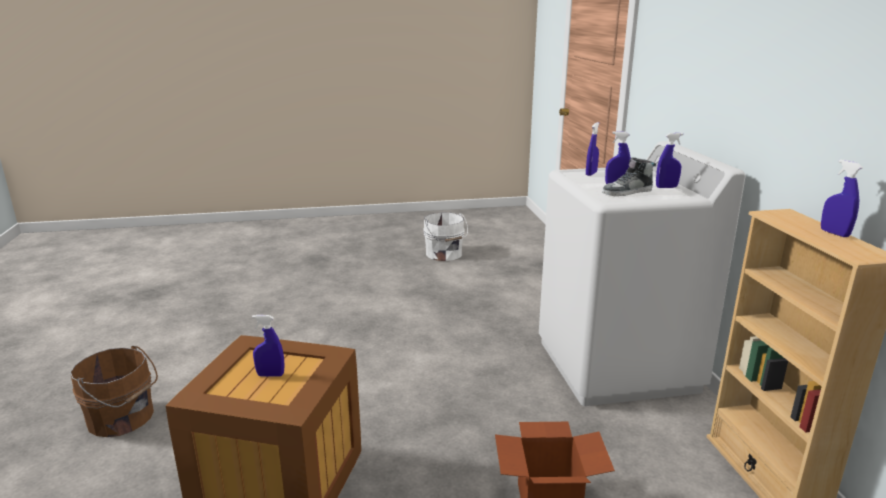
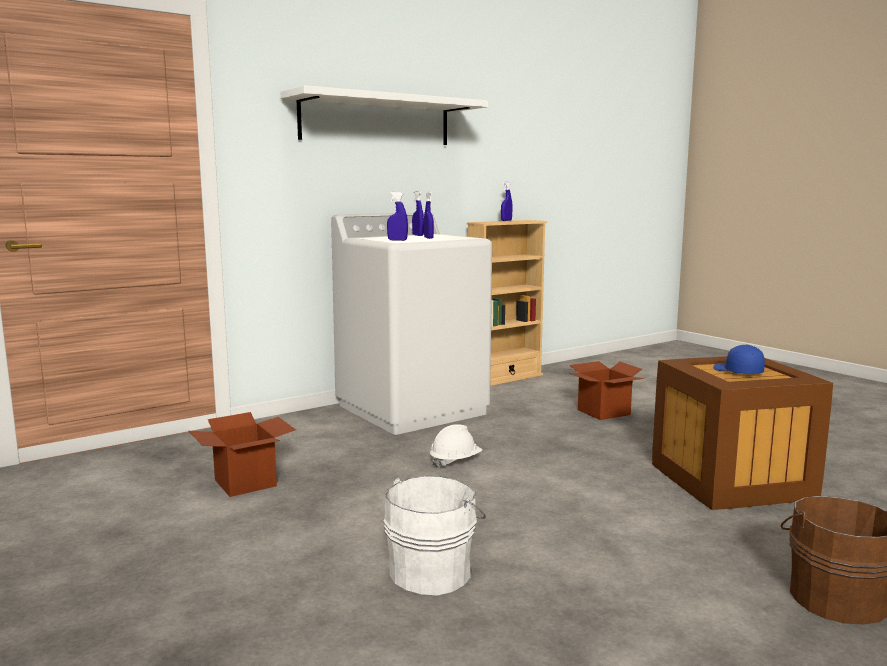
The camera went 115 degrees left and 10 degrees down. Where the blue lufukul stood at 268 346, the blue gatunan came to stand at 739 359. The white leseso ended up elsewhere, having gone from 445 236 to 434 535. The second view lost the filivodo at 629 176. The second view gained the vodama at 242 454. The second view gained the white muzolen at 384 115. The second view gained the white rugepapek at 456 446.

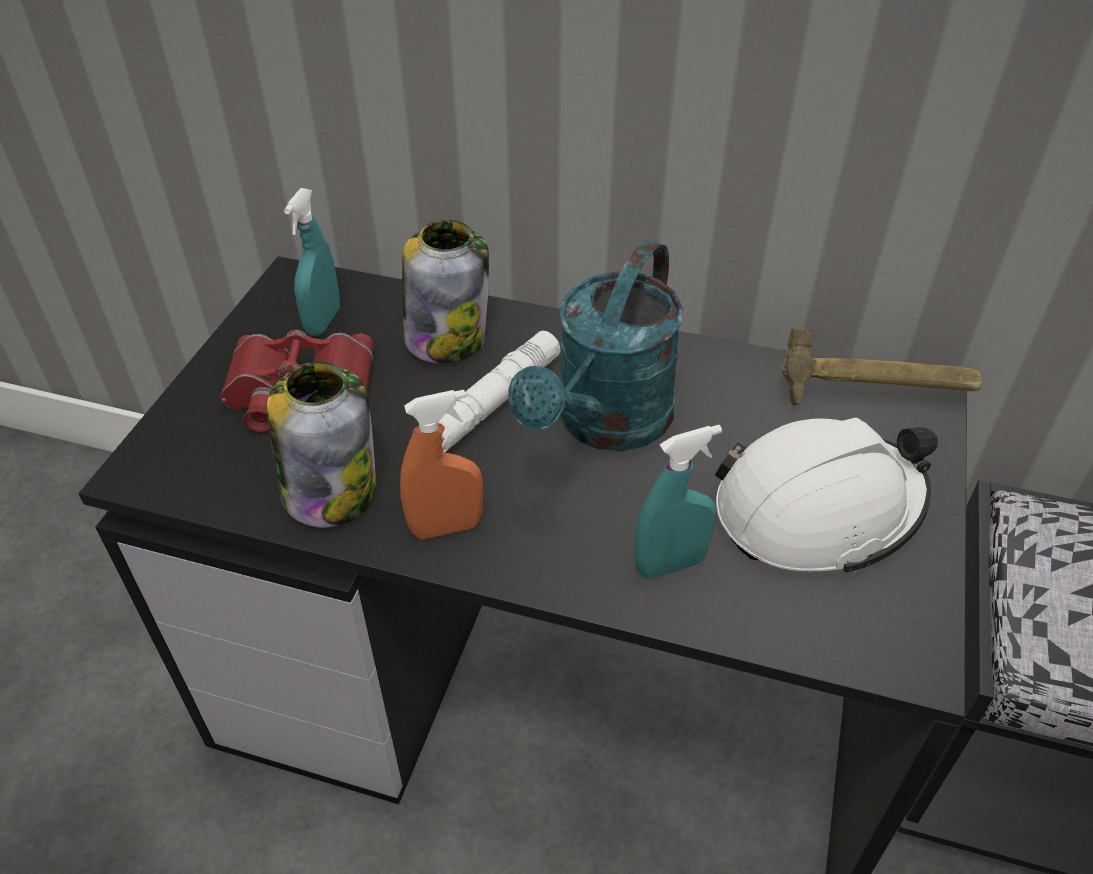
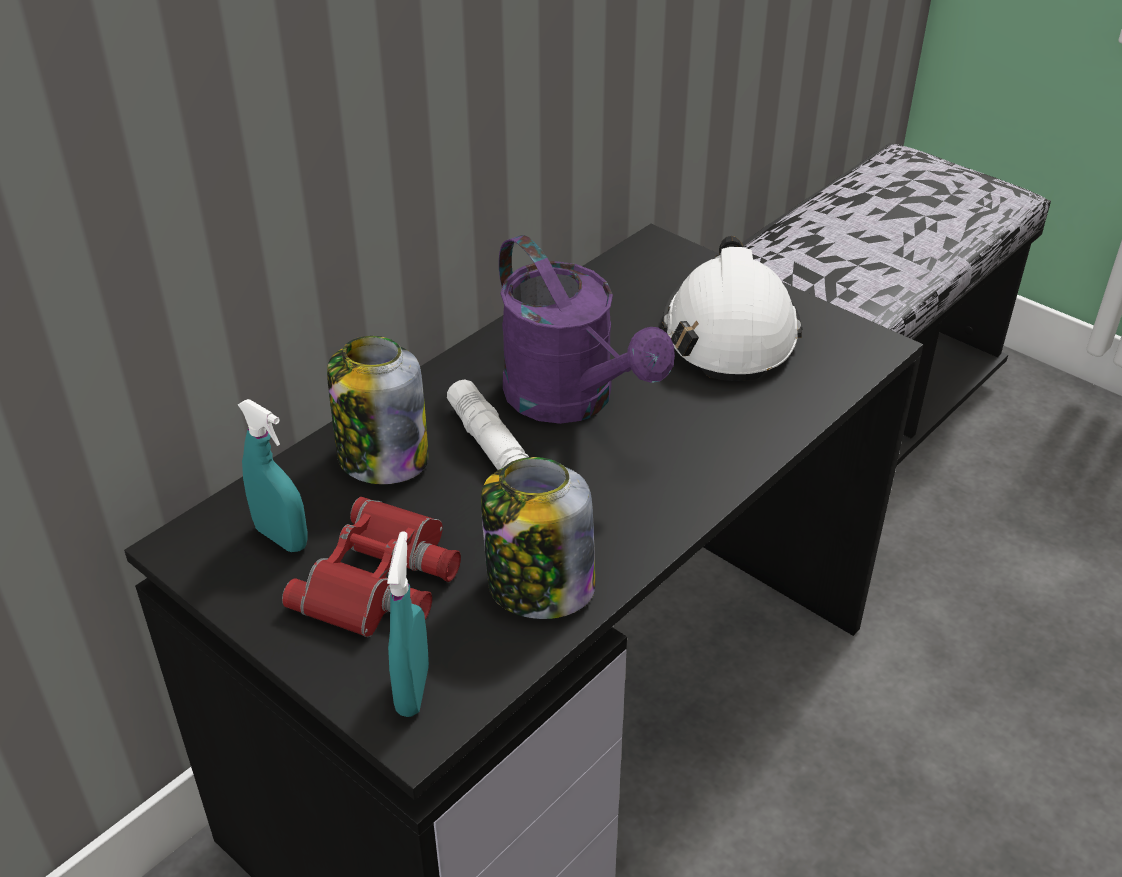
The camera went 65 degrees left and 5 degrees down. The second view lost the orange lufukul at 441 464. What was the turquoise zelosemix at 595 345 turned into the purple zelosemix at 587 329. The turquoise lufukul ended up elsewhere, having gone from 678 501 to 408 624. The second view lost the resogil at 881 366.

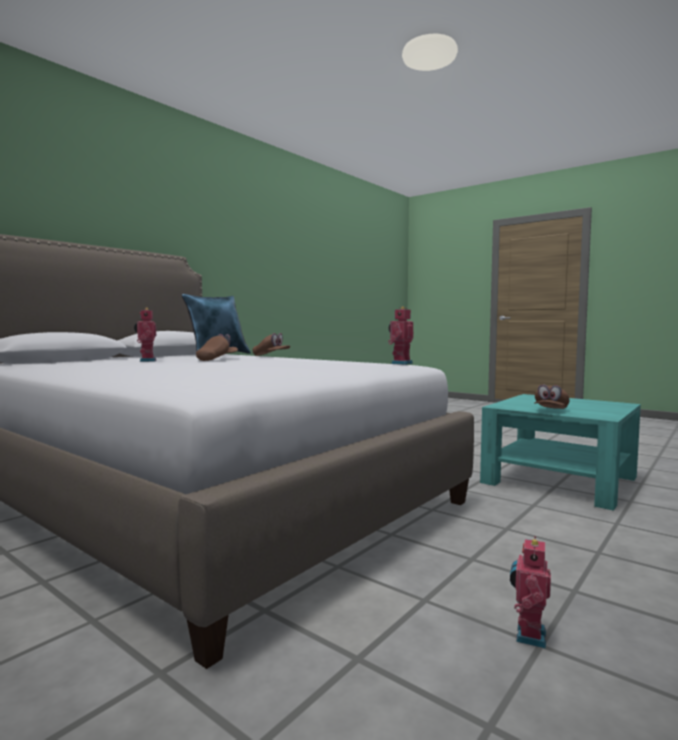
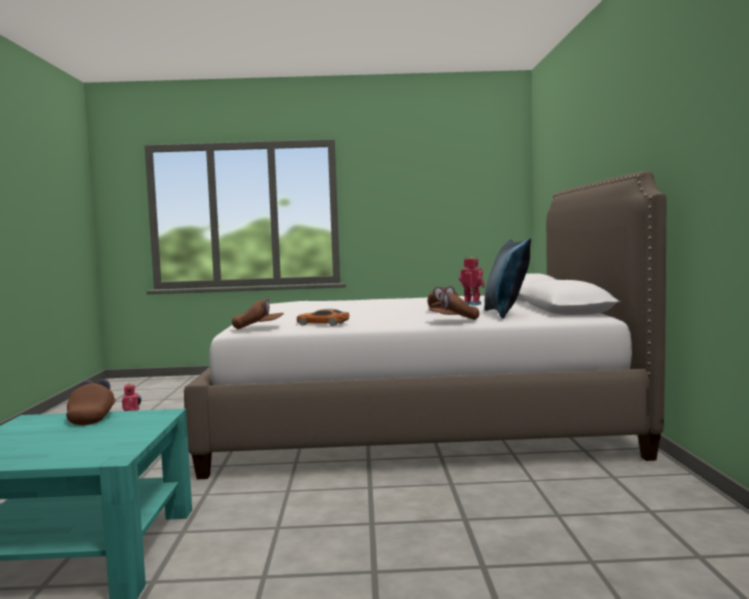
The camera went 140 degrees right and 0 degrees up. Where the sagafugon stood at 400 335, the brown gatunan came to stand at 258 313. The second view gained the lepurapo at 323 317.

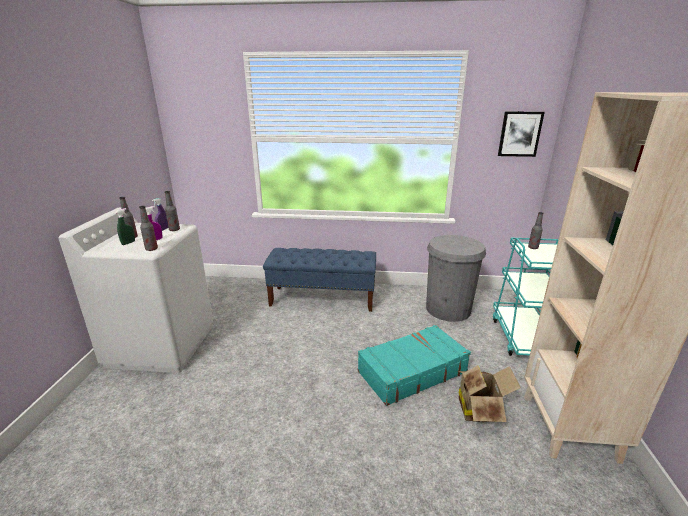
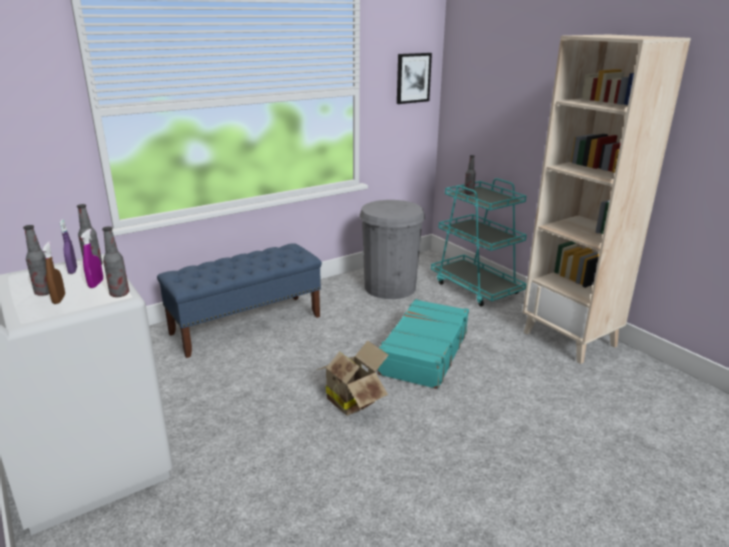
The camera went 40 degrees left and 0 degrees up. What was the green lufukul at 125 226 turned into the brown lufukul at 54 272. The vodama ended up elsewhere, having gone from 489 393 to 353 378.

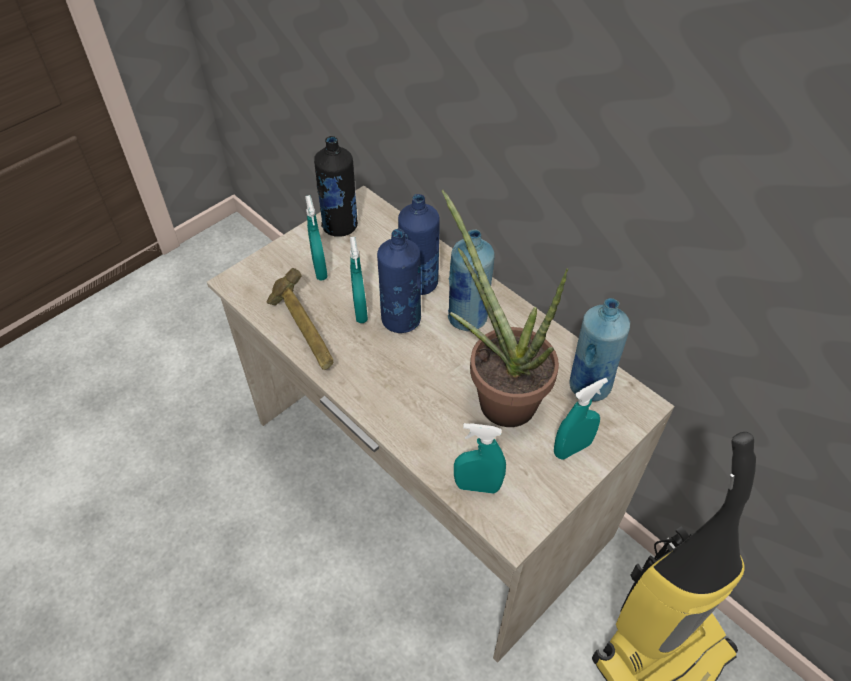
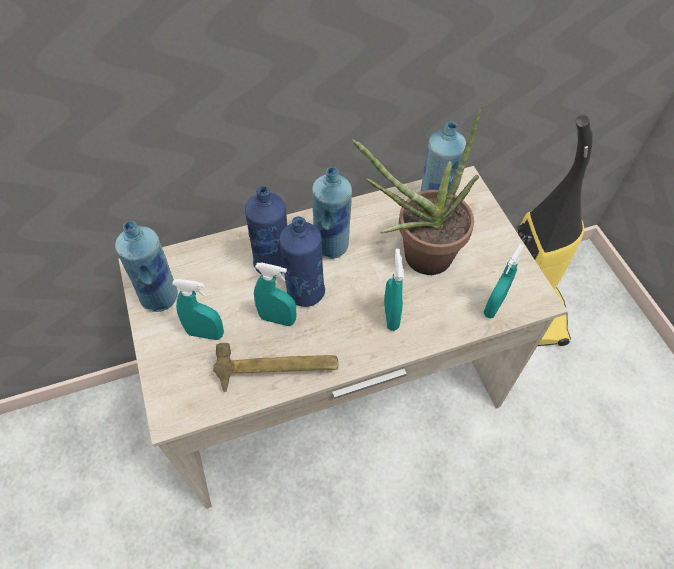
The camera went 65 degrees left and 5 degrees up. What was the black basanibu at 336 186 turned into the blue basanibu at 146 266. The turquoise lufukul ended up elsewhere, having gone from 581 419 to 394 290.

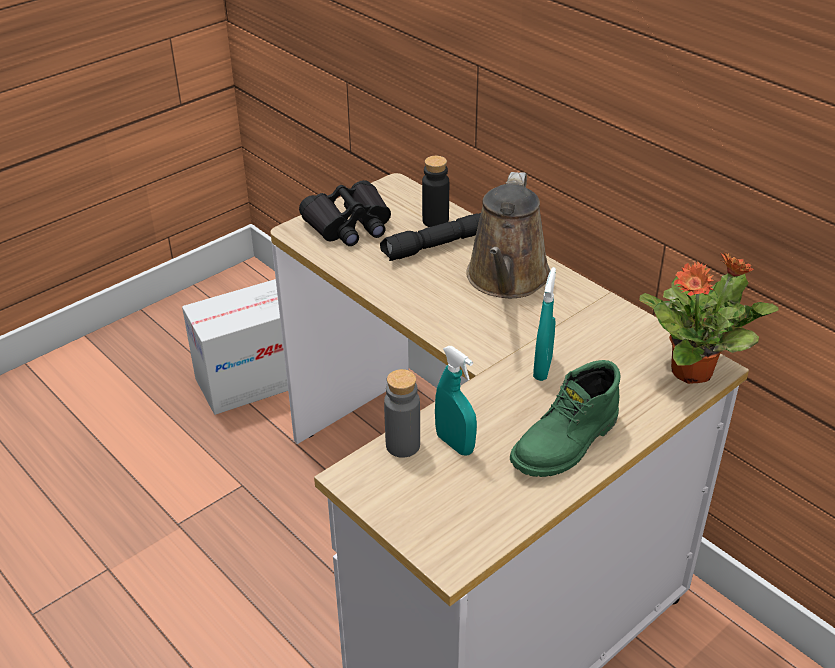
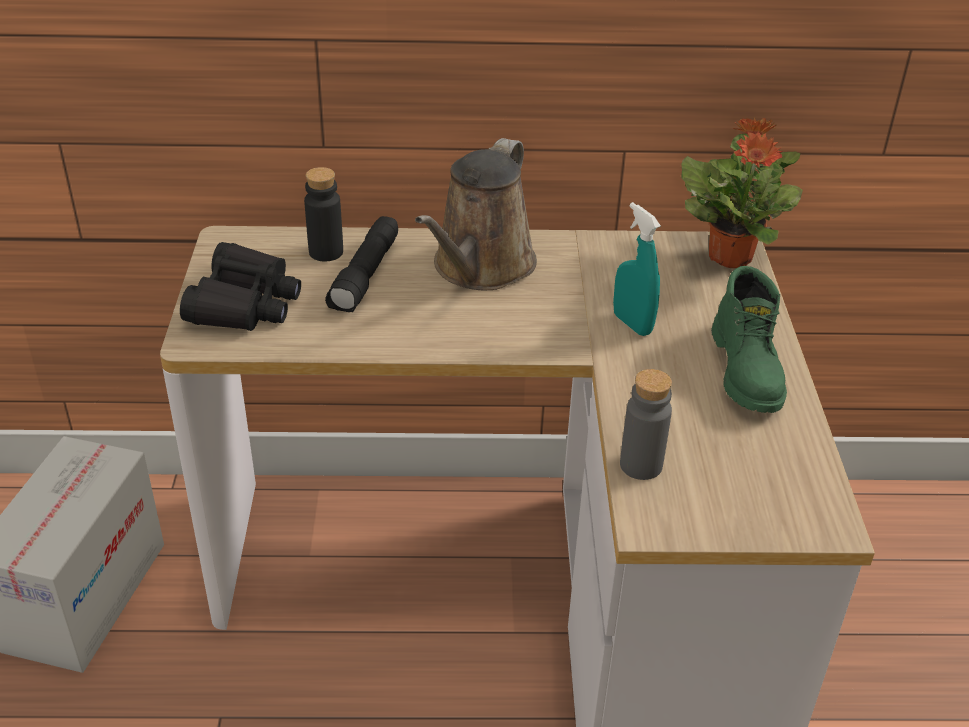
The camera went 50 degrees left and 0 degrees up. The second view lost the turquoise lufukul at 456 400. The brown zelosemix at 508 235 ended up facing another way, 60 degrees clockwise from before.

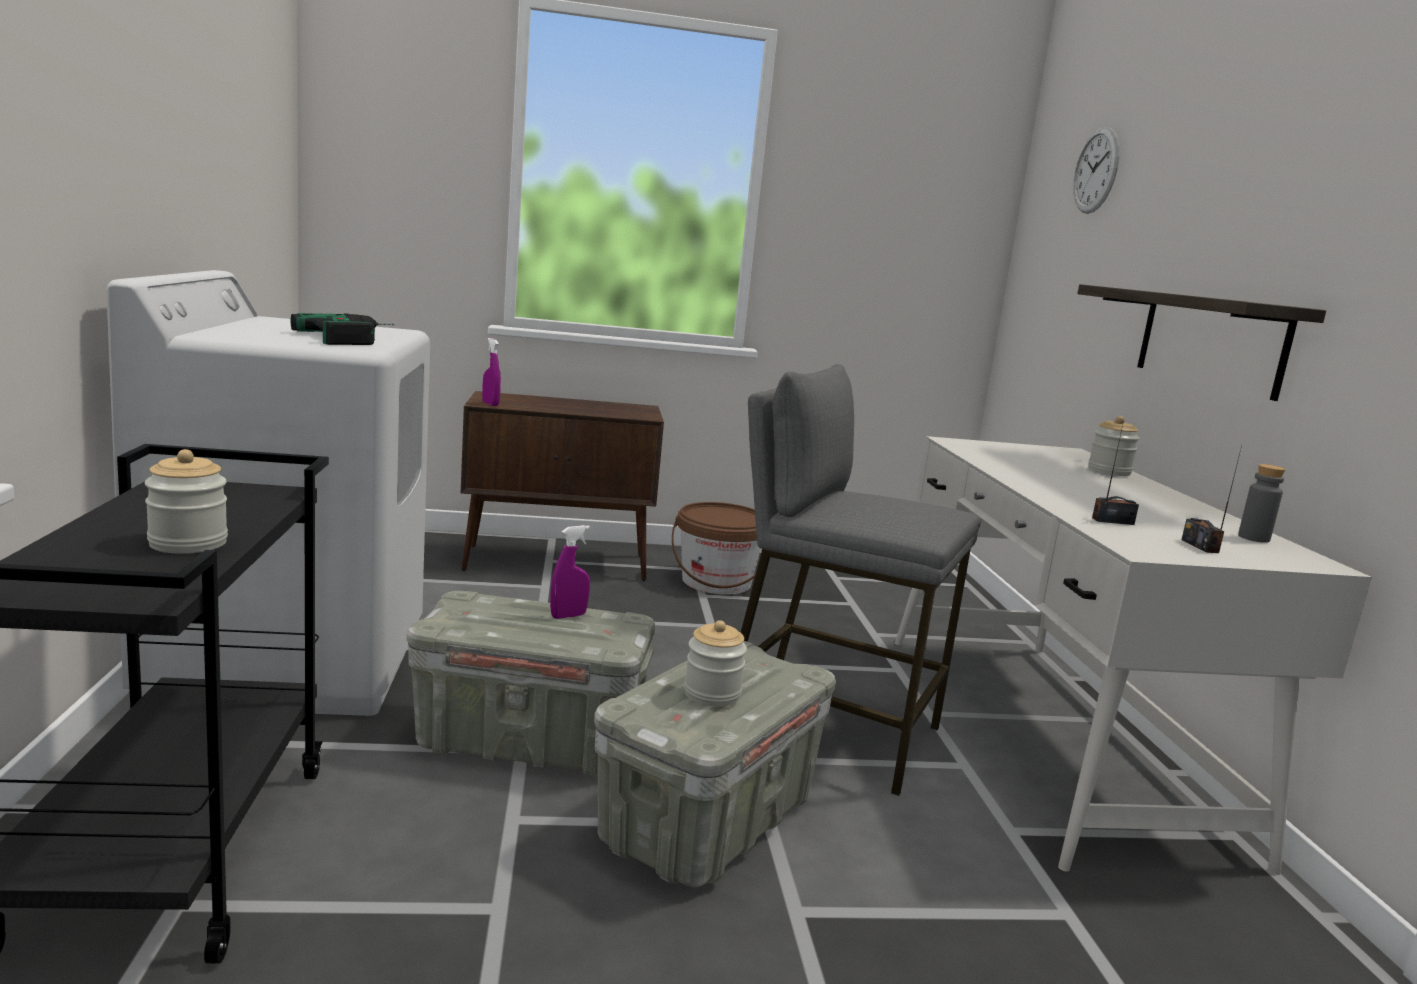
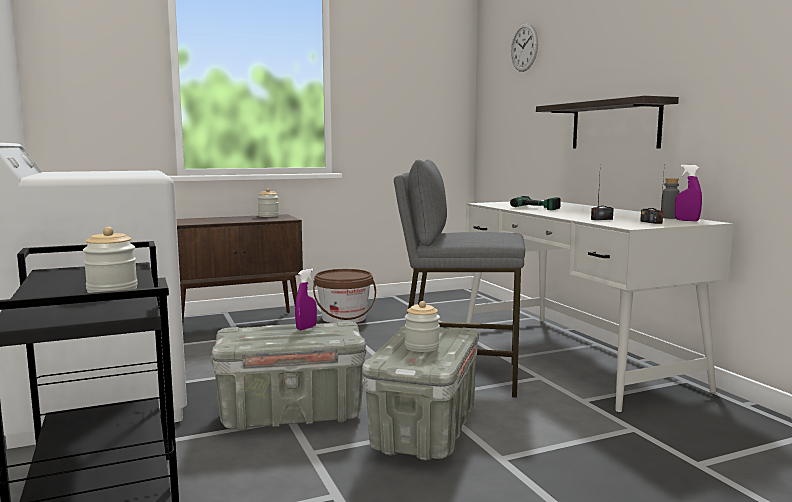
The camera went 15 degrees left and 5 degrees down. The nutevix ended up elsewhere, having gone from 342 329 to 535 203. The purple lufukul ended up elsewhere, having gone from 491 372 to 688 193. The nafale ended up elsewhere, having gone from 1114 446 to 268 202.

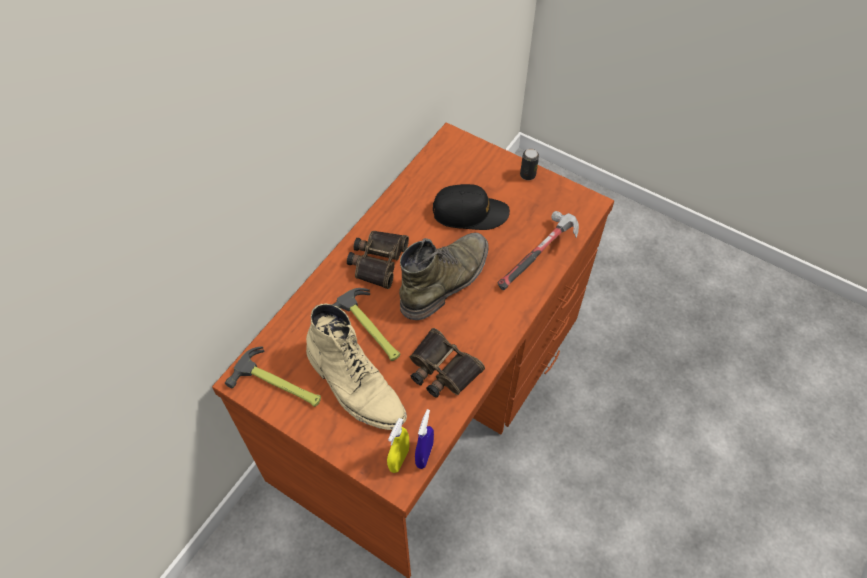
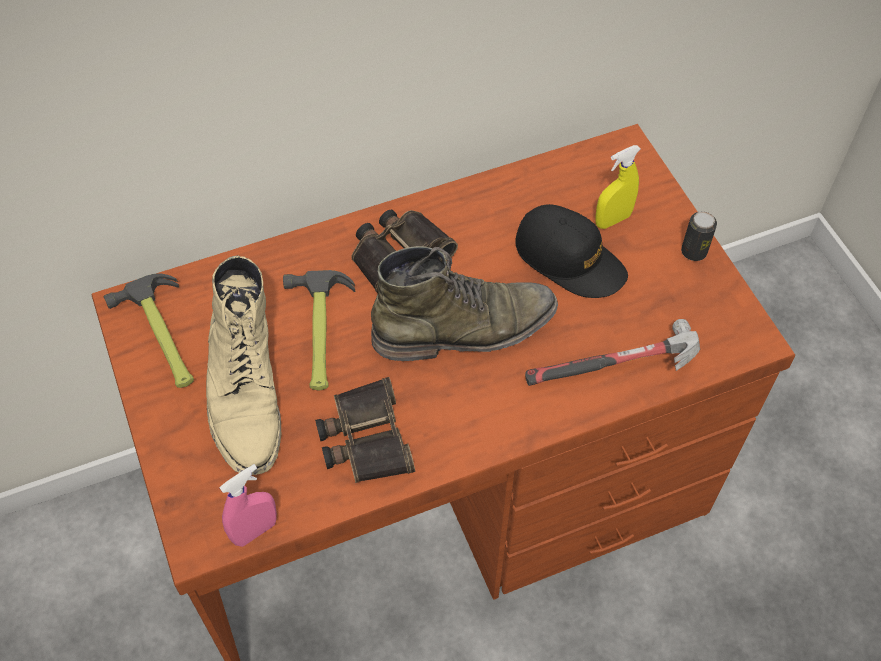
The camera went 35 degrees right and 0 degrees up. The yellow lufukul ended up elsewhere, having gone from 398 445 to 618 187. What was the blue lufukul at 424 439 turned into the pink lufukul at 248 505.

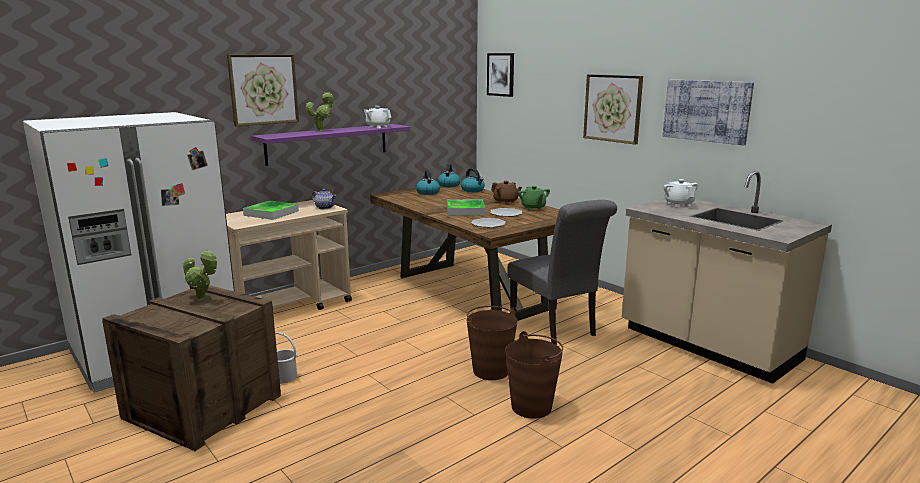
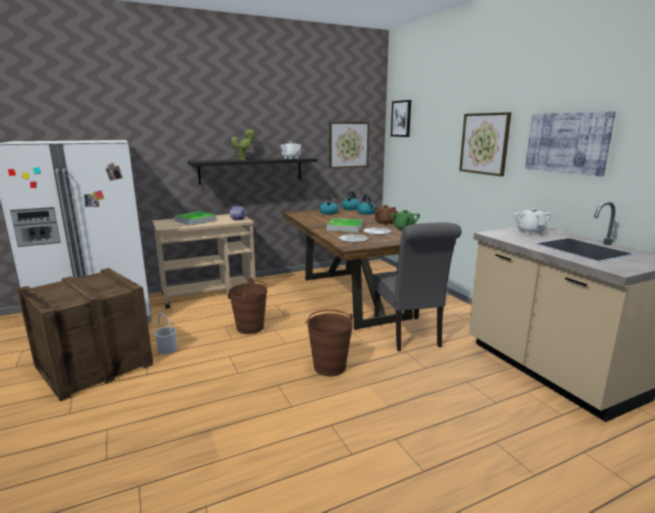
The camera went 15 degrees right and 0 degrees up. The second view lost the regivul at 200 275. The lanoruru ended up elsewhere, having gone from 263 90 to 349 145. What was the purple muzolen at 330 145 turned into the black muzolen at 252 171. The brown leseso ended up elsewhere, having gone from 534 375 to 248 306.

